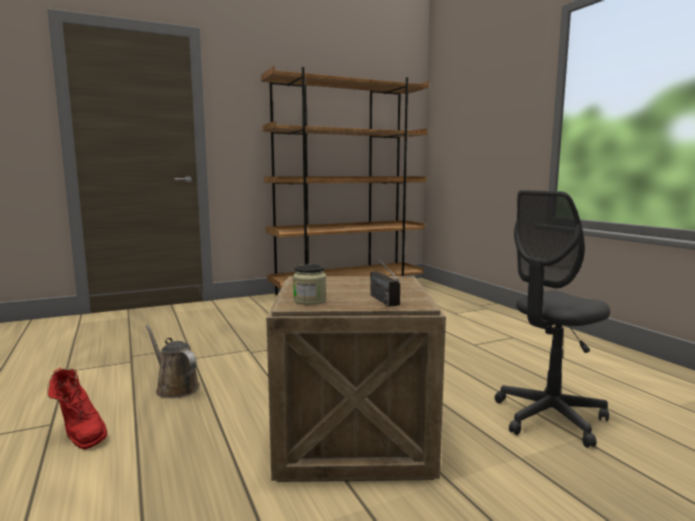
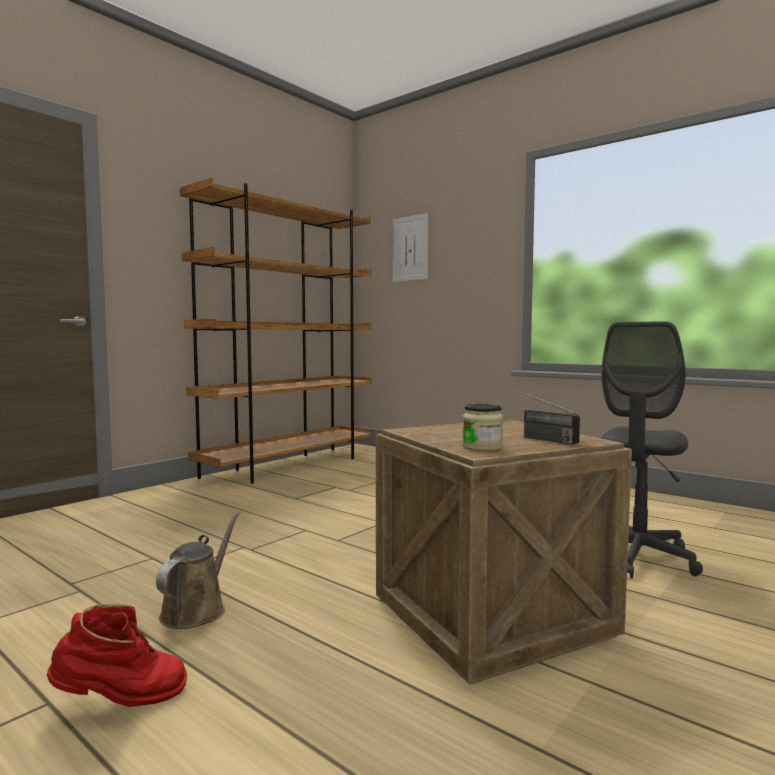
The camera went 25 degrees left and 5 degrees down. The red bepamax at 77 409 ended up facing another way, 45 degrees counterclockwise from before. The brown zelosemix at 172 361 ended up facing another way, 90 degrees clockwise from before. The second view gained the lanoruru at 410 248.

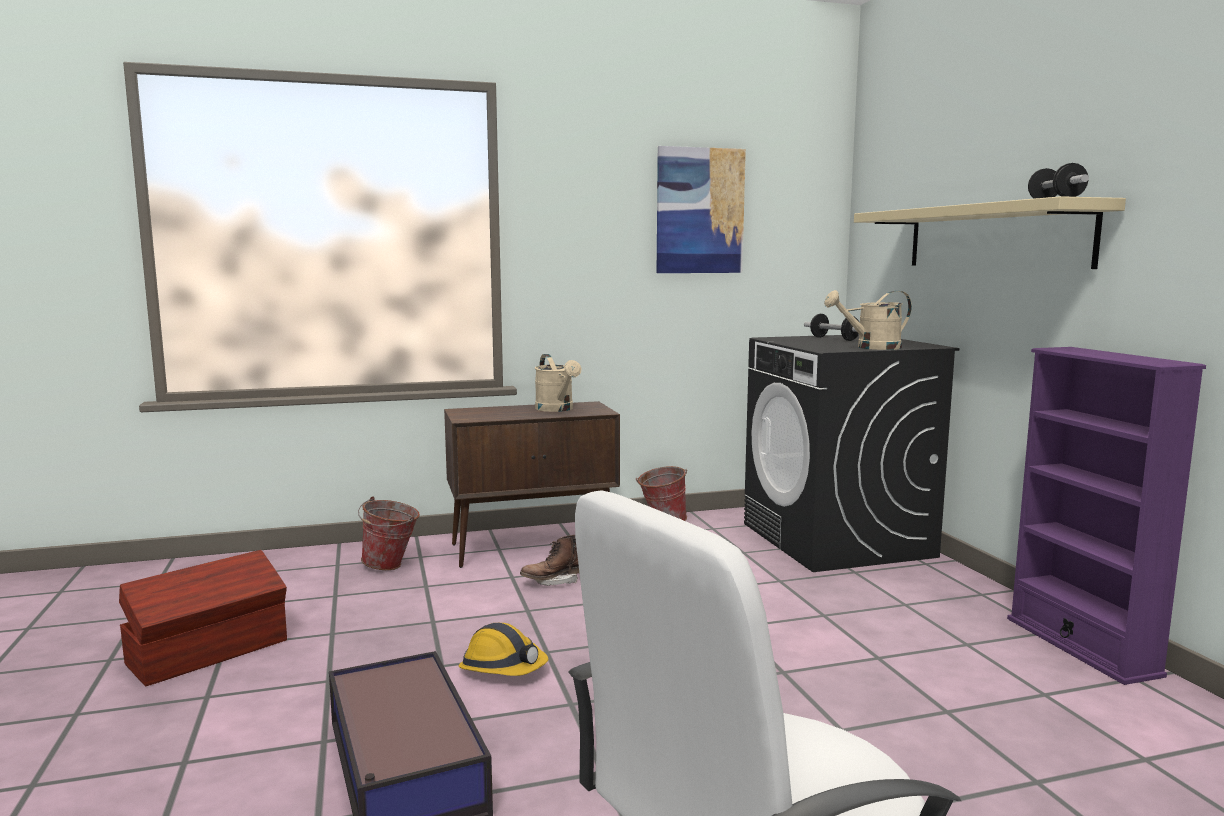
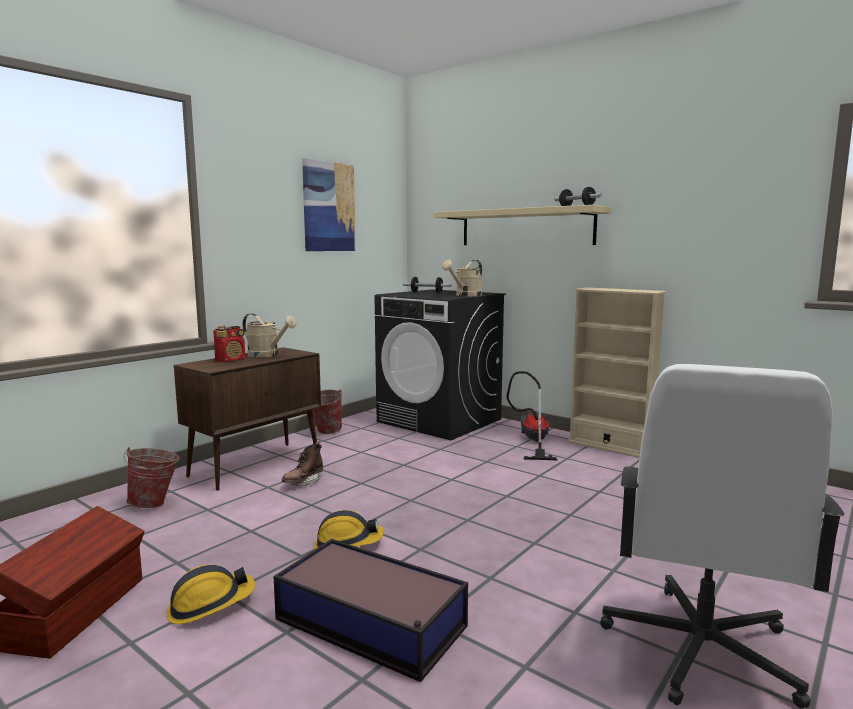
The camera went 35 degrees left and 0 degrees up. What was the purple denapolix at 1106 516 turned into the beige denapolix at 617 372. The second view gained the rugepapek at 211 594. The second view gained the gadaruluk at 229 343. The second view gained the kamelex at 532 416.

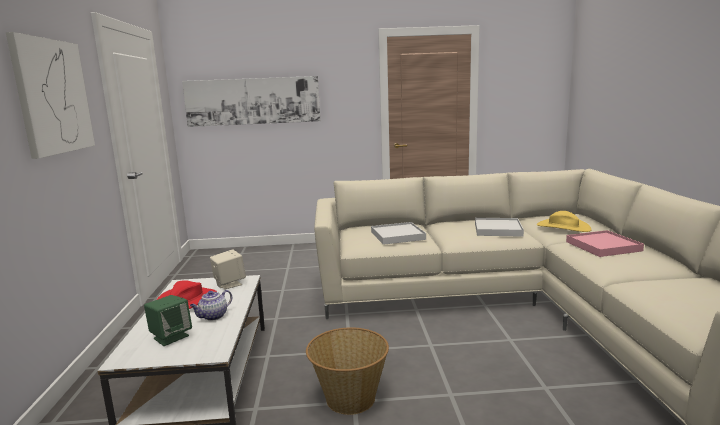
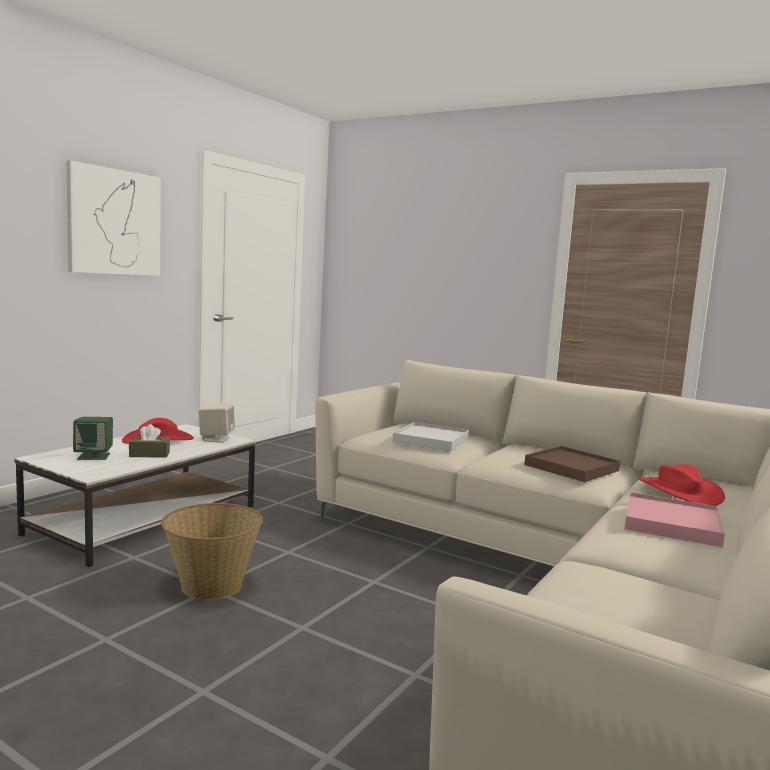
The camera went 35 degrees right and 5 degrees down. The second view lost the lanoruru at 251 101. Where the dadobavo stood at 211 305, the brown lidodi came to stand at 149 441. What was the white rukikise at 499 227 turned into the brown rukikise at 572 464. What was the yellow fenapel at 564 221 turned into the red fenapel at 681 485.

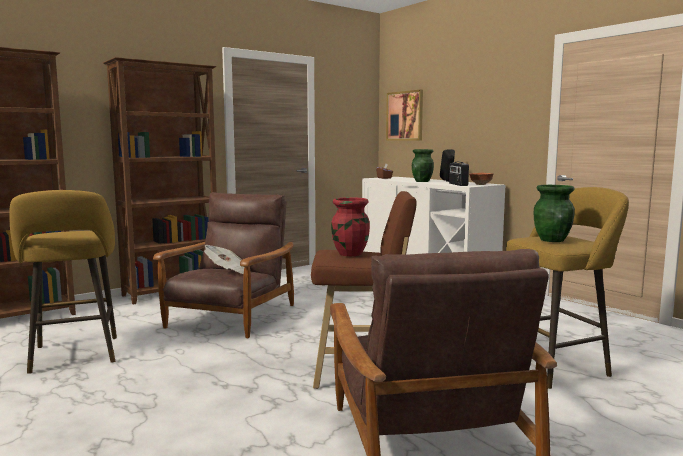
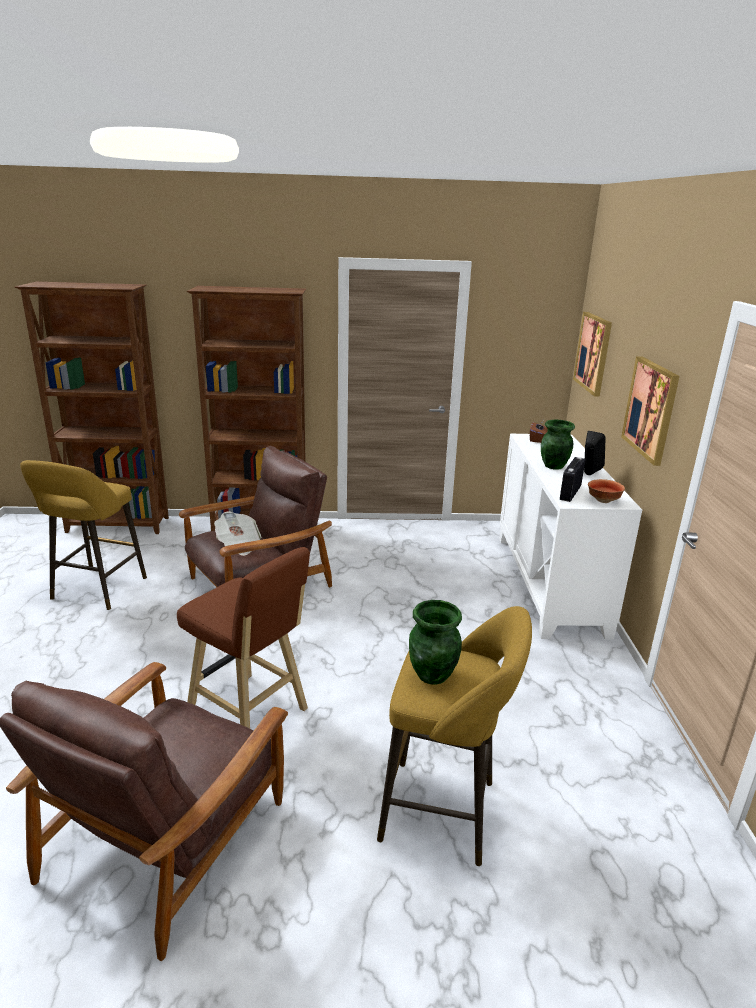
The camera went 35 degrees right and 15 degrees up. The second view lost the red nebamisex at 350 226. The second view gained the lanoruru at 650 411.

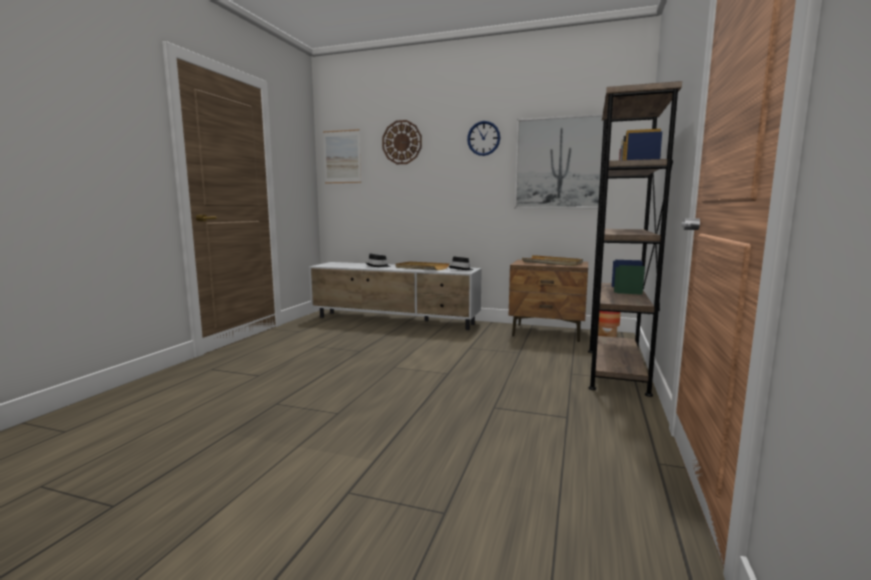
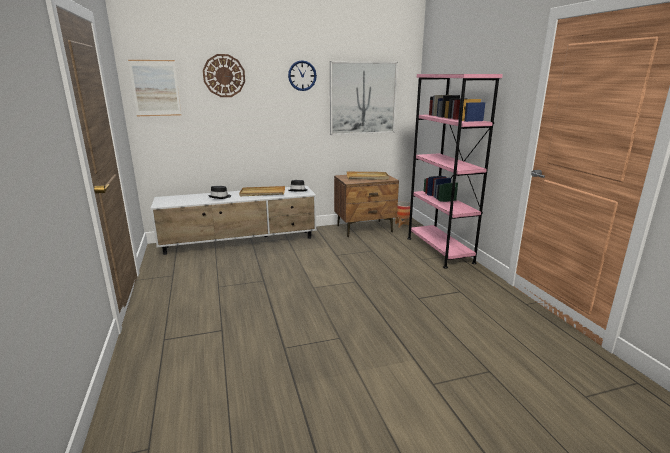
The camera went 35 degrees left and 10 degrees up. What was the brown denapolix at 635 239 turned into the pink denapolix at 455 171.

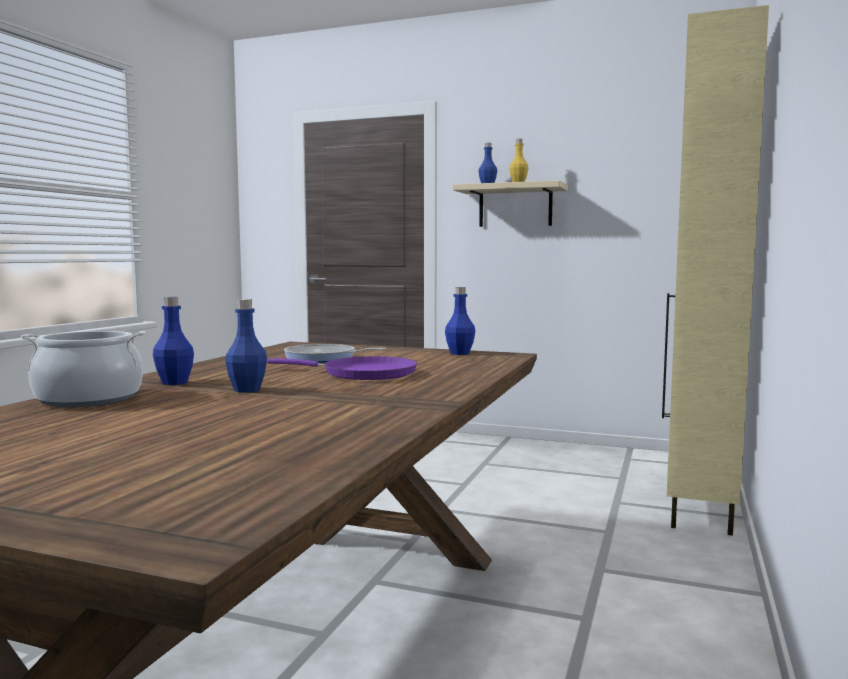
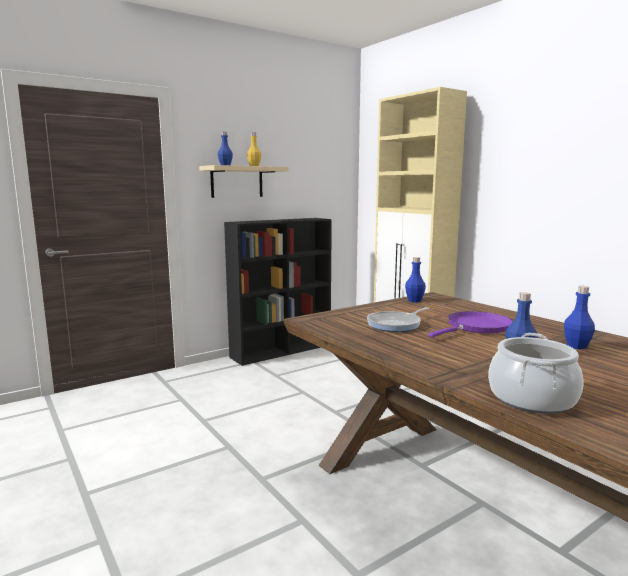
The camera went 55 degrees left and 5 degrees up. The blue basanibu ended up elsewhere, having gone from 173 341 to 579 317. The second view gained the black denapolix at 278 292.

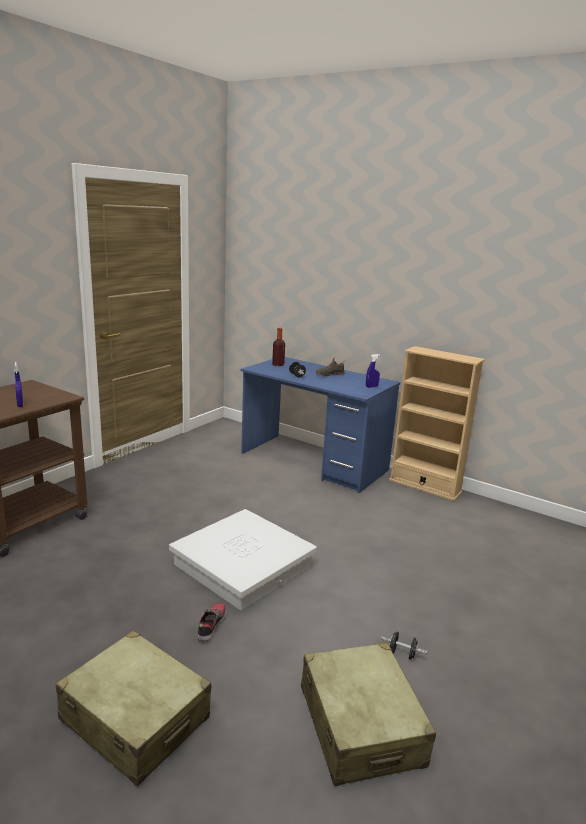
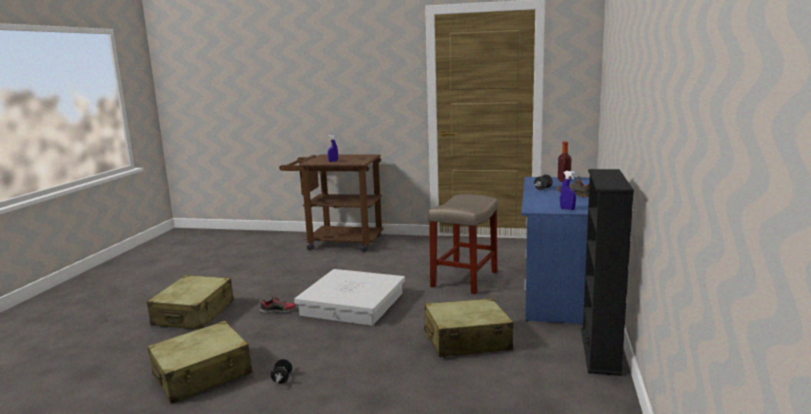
The camera went 70 degrees right and 5 degrees down. What was the beige denapolix at 437 423 turned into the black denapolix at 607 272. The second view gained the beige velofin at 468 327. The second view gained the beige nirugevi at 463 244.

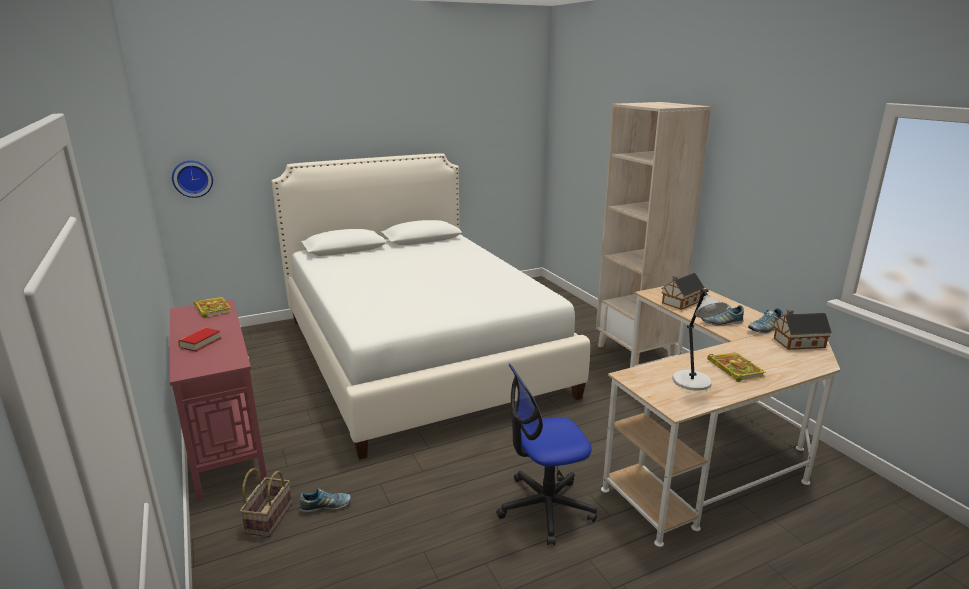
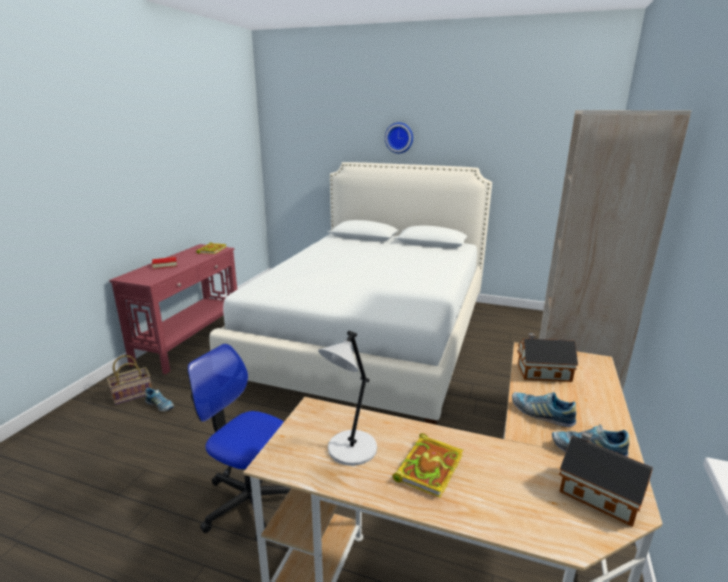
The camera went 45 degrees right and 0 degrees up. The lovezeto ended up elsewhere, having gone from 192 179 to 399 137.

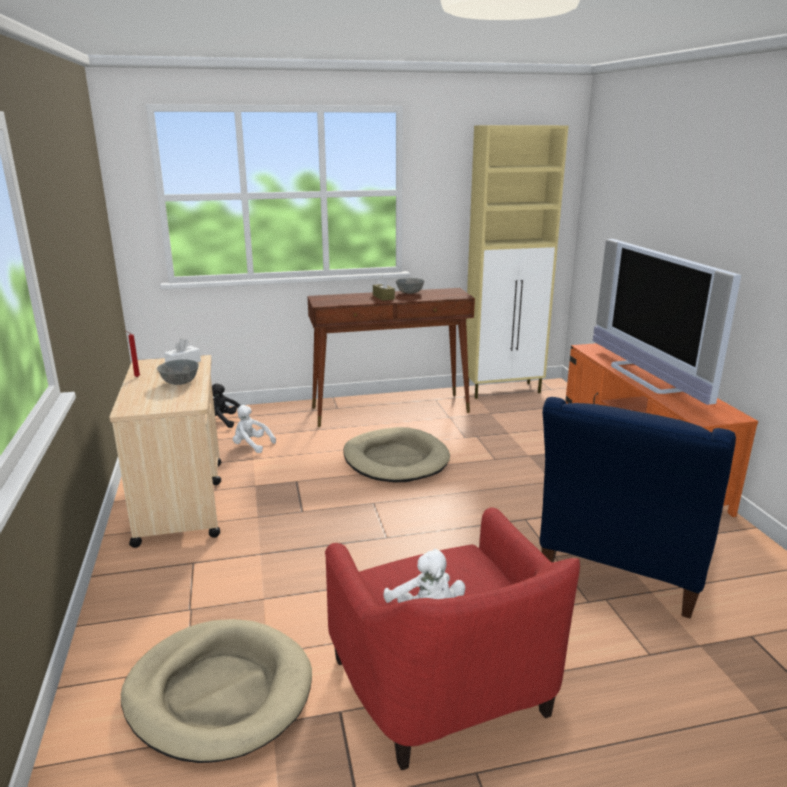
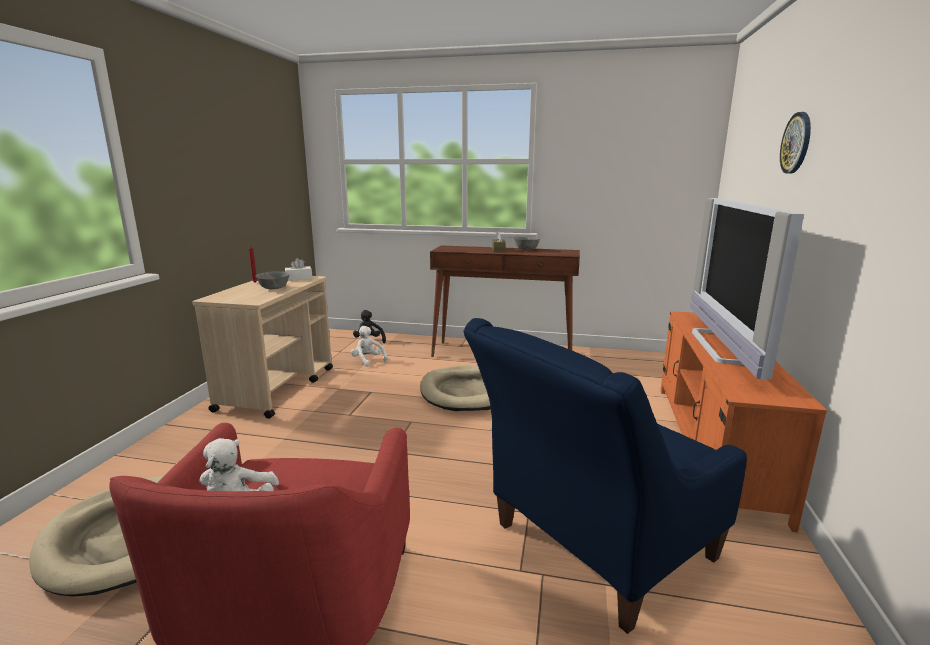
The camera went 25 degrees right and 5 degrees down. The second view lost the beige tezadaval at 517 262. The second view gained the lovezeto at 795 143.

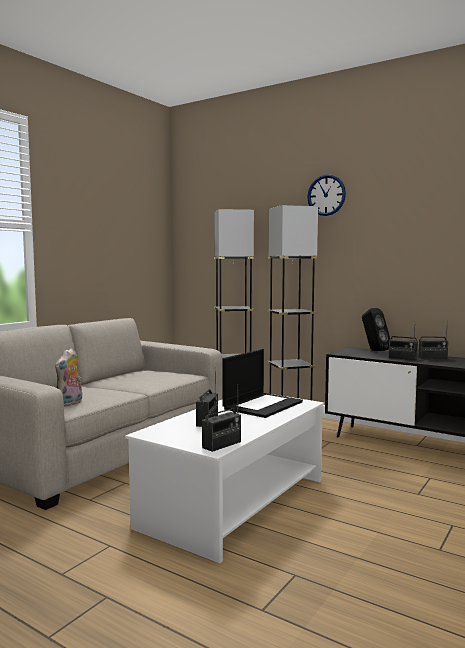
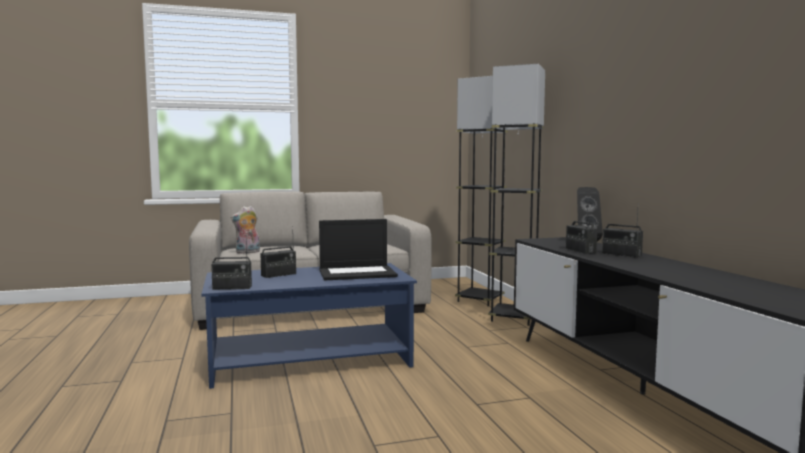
The camera went 40 degrees right and 0 degrees up. What was the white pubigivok at 224 478 turned into the blue pubigivok at 309 326. The second view lost the lovezeto at 326 195.

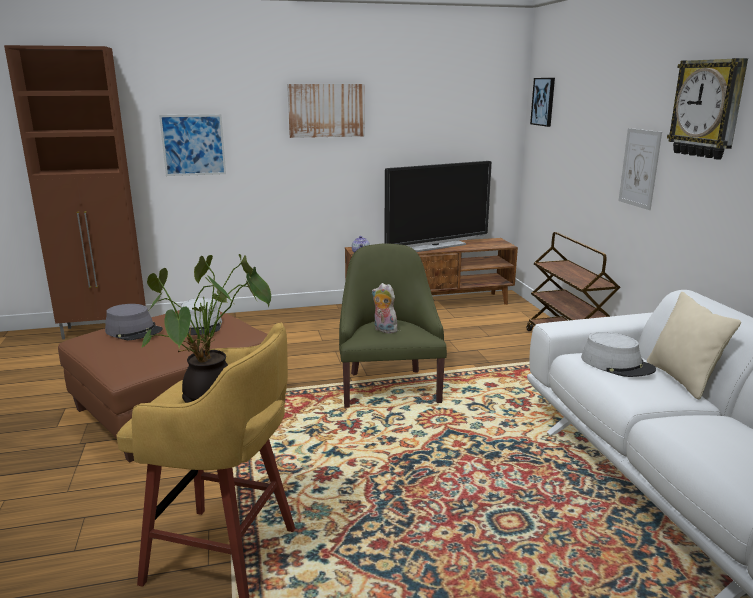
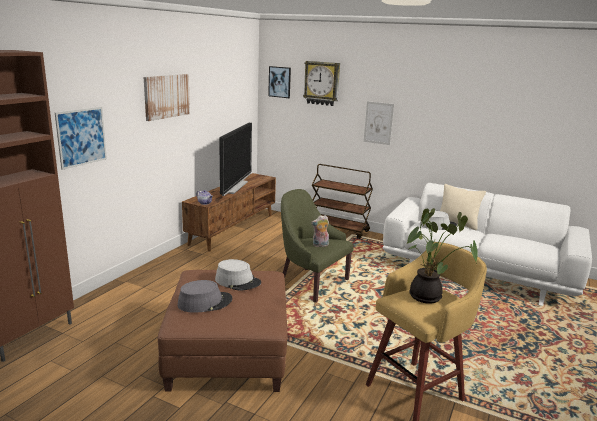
The camera went 50 degrees left and 0 degrees up. The lovezeto ended up elsewhere, having gone from 707 109 to 321 83.

